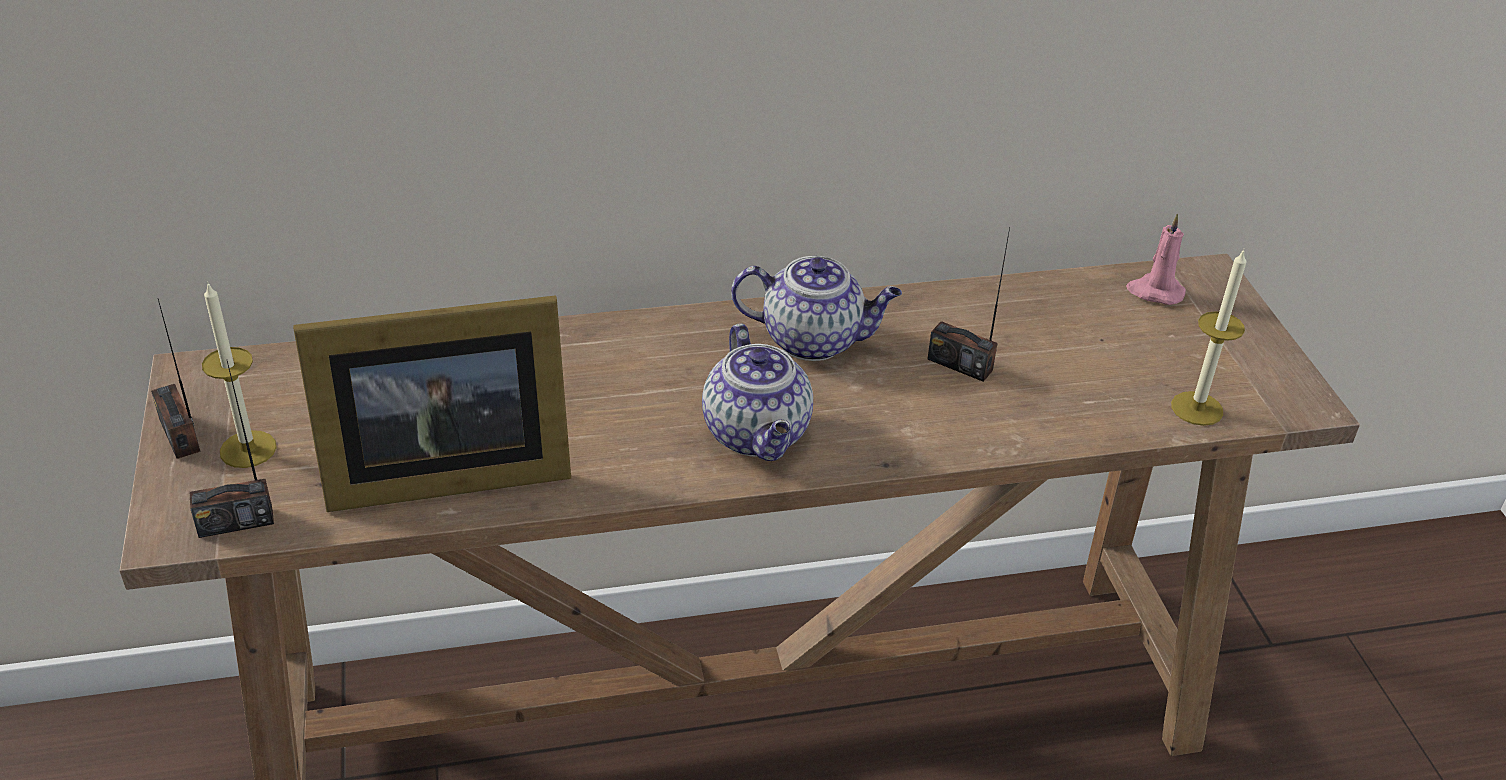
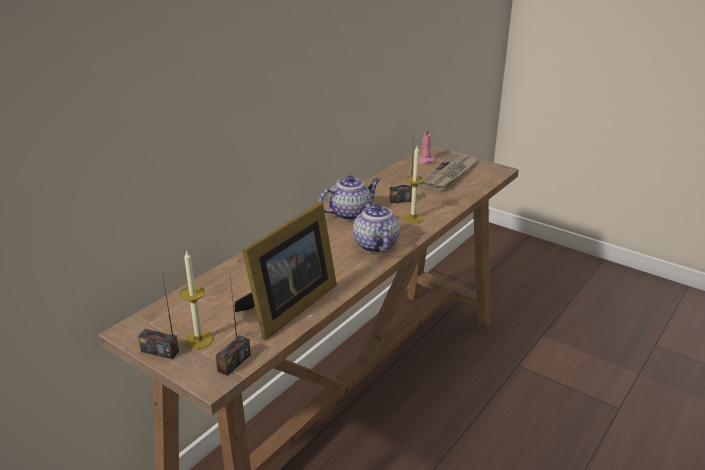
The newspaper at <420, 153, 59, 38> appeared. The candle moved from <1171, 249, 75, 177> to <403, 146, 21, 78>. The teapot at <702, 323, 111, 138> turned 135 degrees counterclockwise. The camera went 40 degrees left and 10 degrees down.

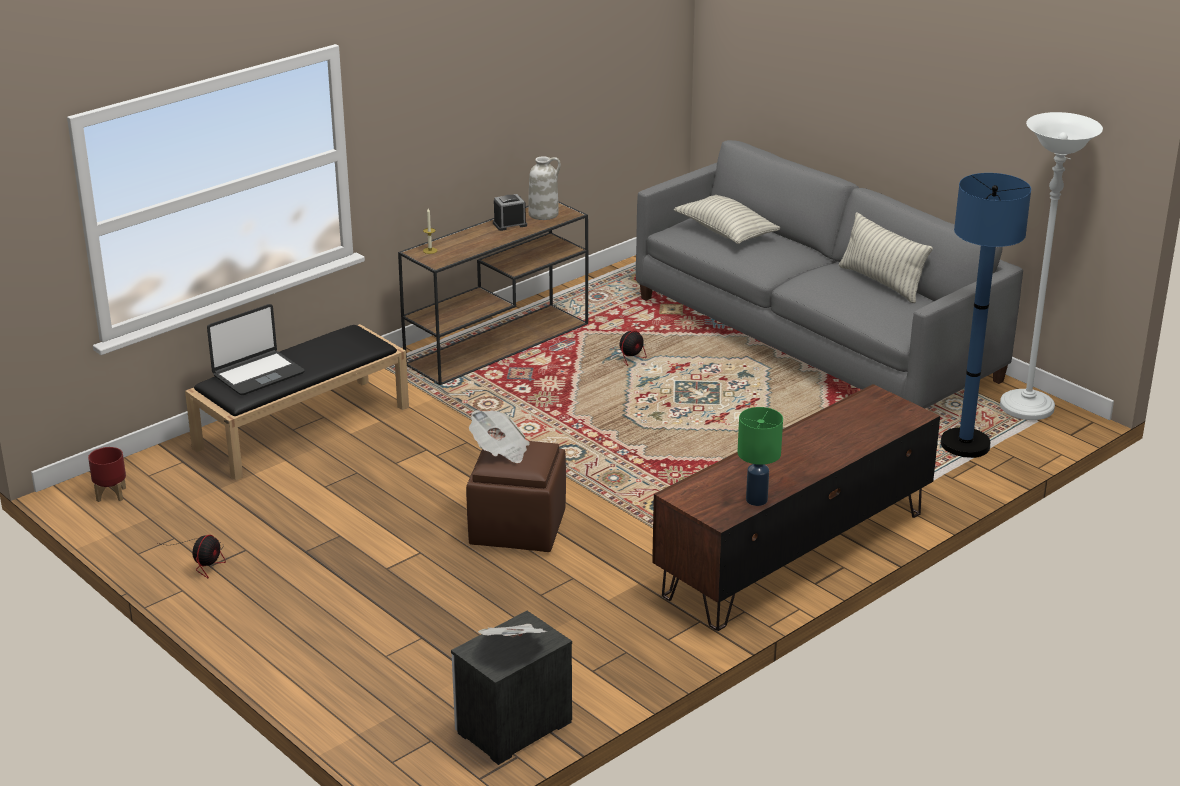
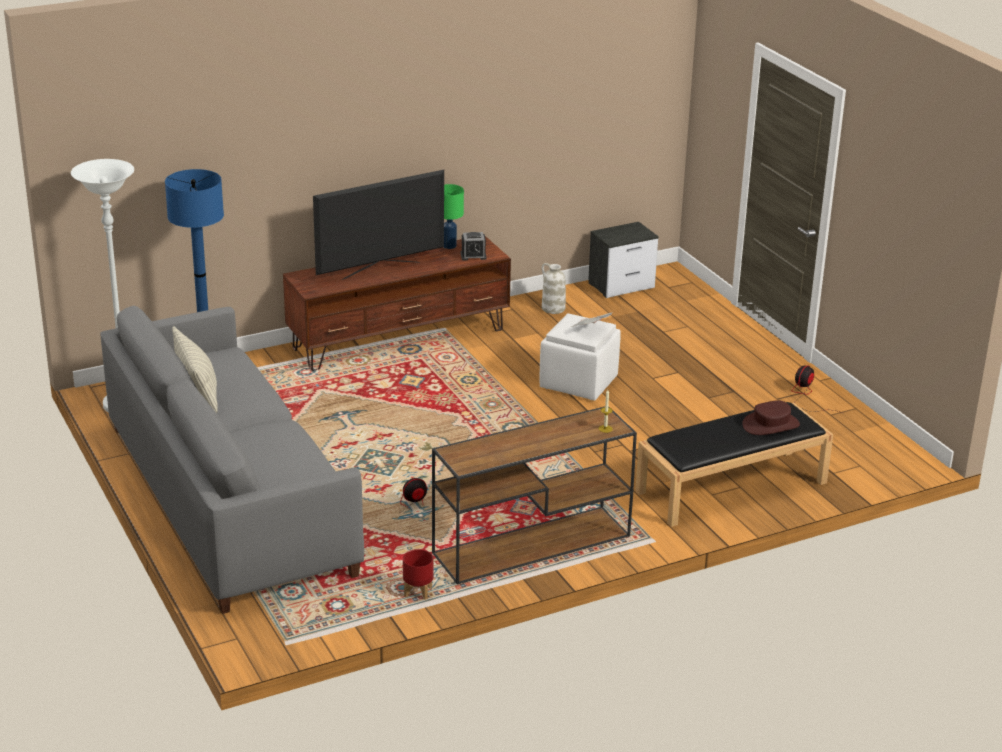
The newspaper at <478, 624, 69, 14> disappeared. The pillow at <674, 195, 107, 49> disappeared. The television at <313, 170, 131, 110> appeared. The red planter moved from <88, 447, 38, 55> to <403, 549, 31, 51>. The alarm clock moved from <493, 194, 34, 37> to <461, 232, 26, 28>. The white vase moved from <528, 156, 33, 64> to <542, 263, 24, 51>. The laptop at <207, 304, 98, 91> was replaced by the brown hat at <742, 400, 58, 35>. The brown ottoman at <466, 441, 100, 111> became the white ottoman at <540, 313, 81, 88>. The camera went 165 degrees left and 0 degrees up.

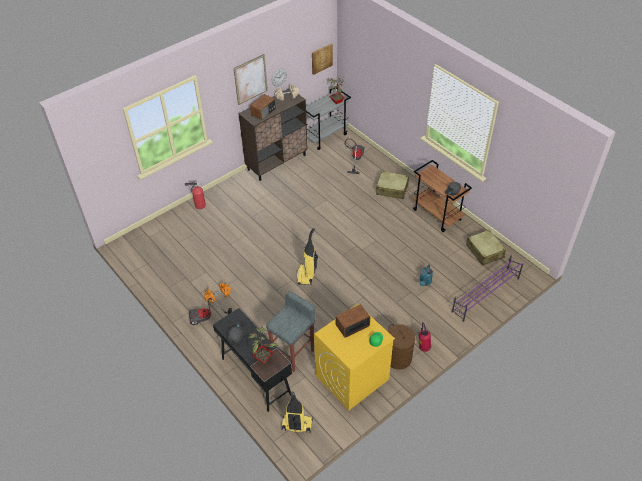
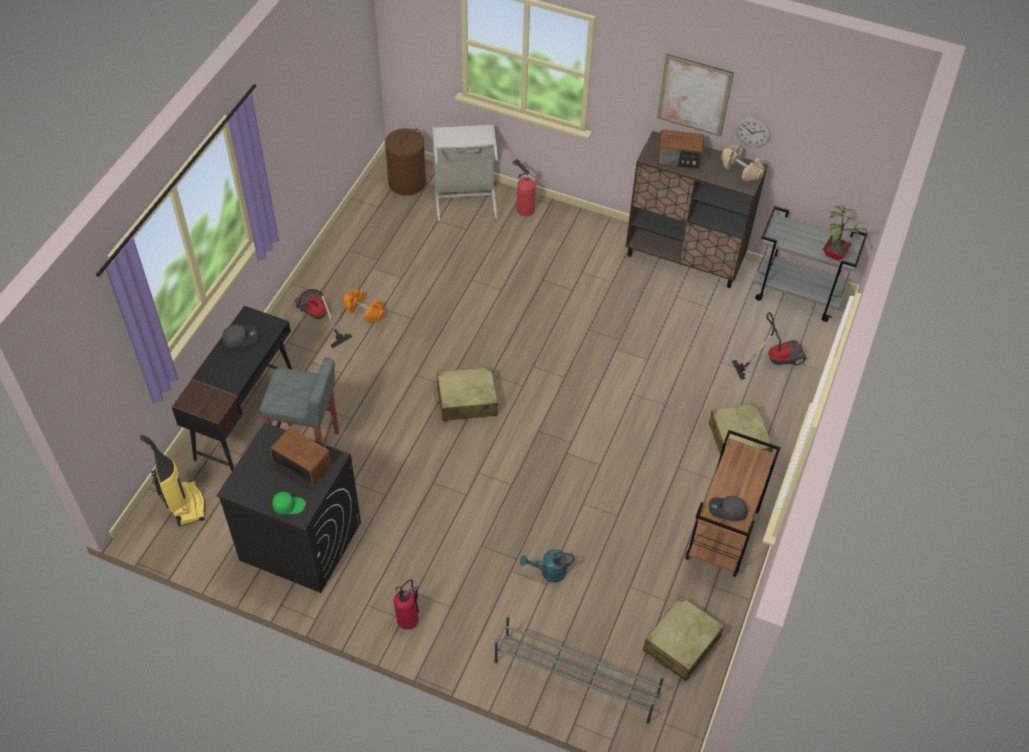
The potted plant at <247, 327, 32, 37> disappeared. The picture at <312, 43, 21, 32> disappeared. The grey laundry basket at <432, 124, 66, 97> appeared. The brown laundry basket moved from <388, 324, 27, 46> to <385, 128, 41, 68>. The vacuum cleaner at <297, 228, 21, 57> was replaced by the beige suitcase at <434, 367, 64, 54>. The yellow washing machine at <314, 304, 81, 106> became the black washing machine at <216, 422, 145, 171>. The purple shoe rack at <452, 255, 72, 67> became the grey shoe rack at <494, 615, 170, 109>. The camera went 60 degrees right and 5 degrees up.

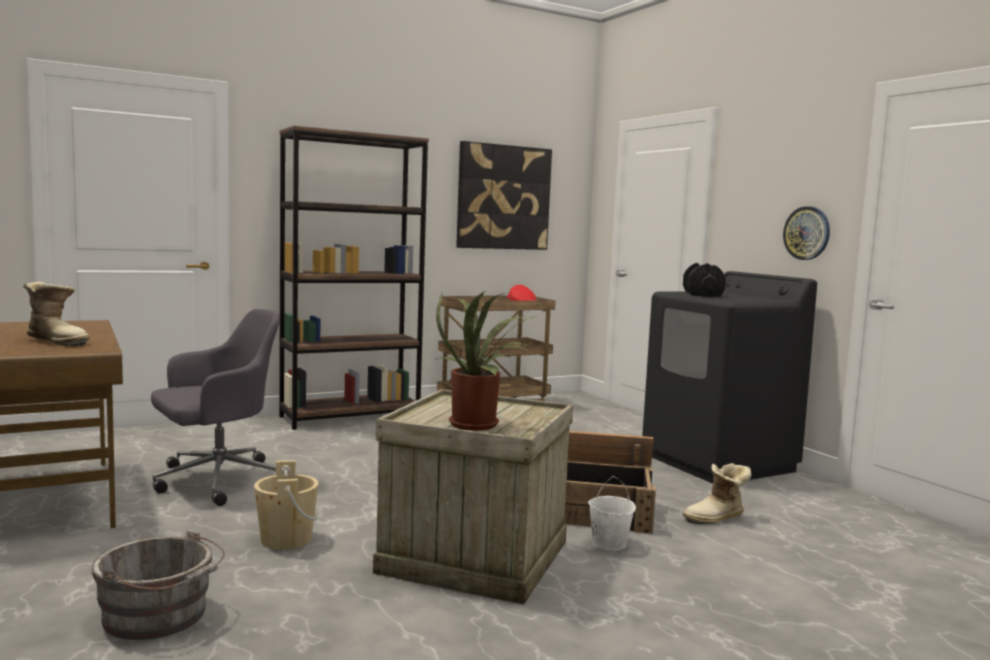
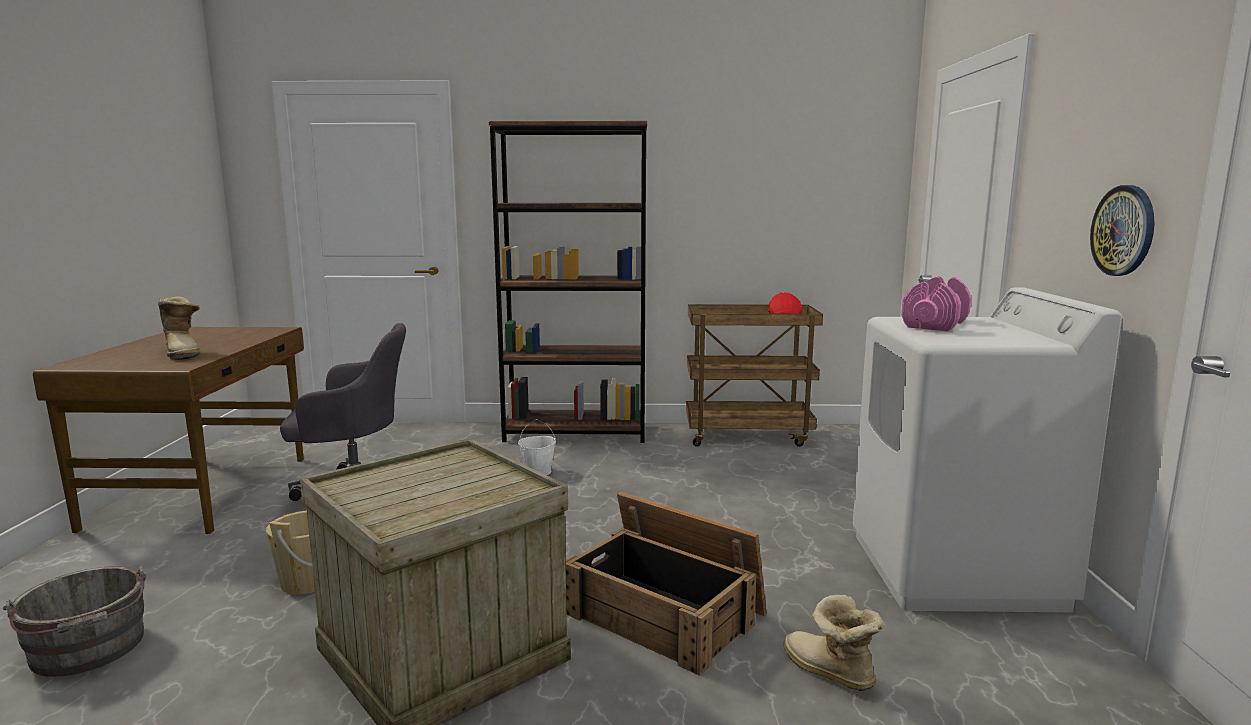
The potted plant at <435, 291, 99, 140> disappeared. The picture at <456, 141, 96, 109> disappeared. The white bucket moved from <588, 476, 48, 75> to <518, 419, 38, 56>. The black washing machine at <642, 271, 175, 213> became the white washing machine at <853, 287, 269, 325>. The black dumbbell at <683, 263, 43, 34> became the pink dumbbell at <901, 276, 70, 55>. The boot at <682, 463, 70, 61> turned 45 degrees clockwise. The camera went 30 degrees right and 5 degrees up.

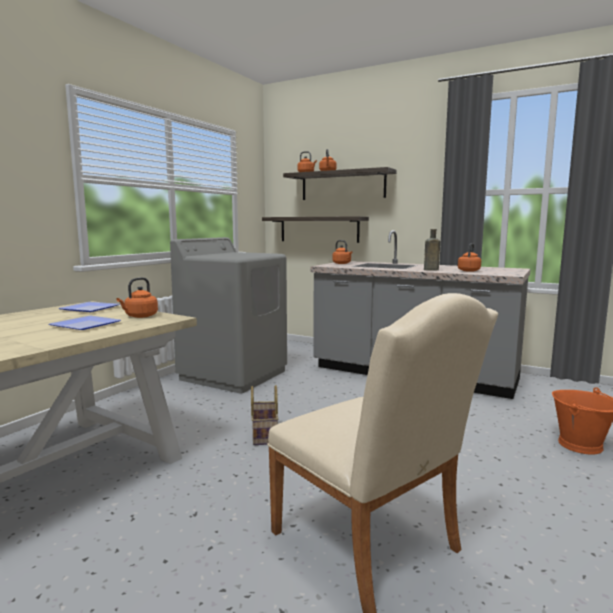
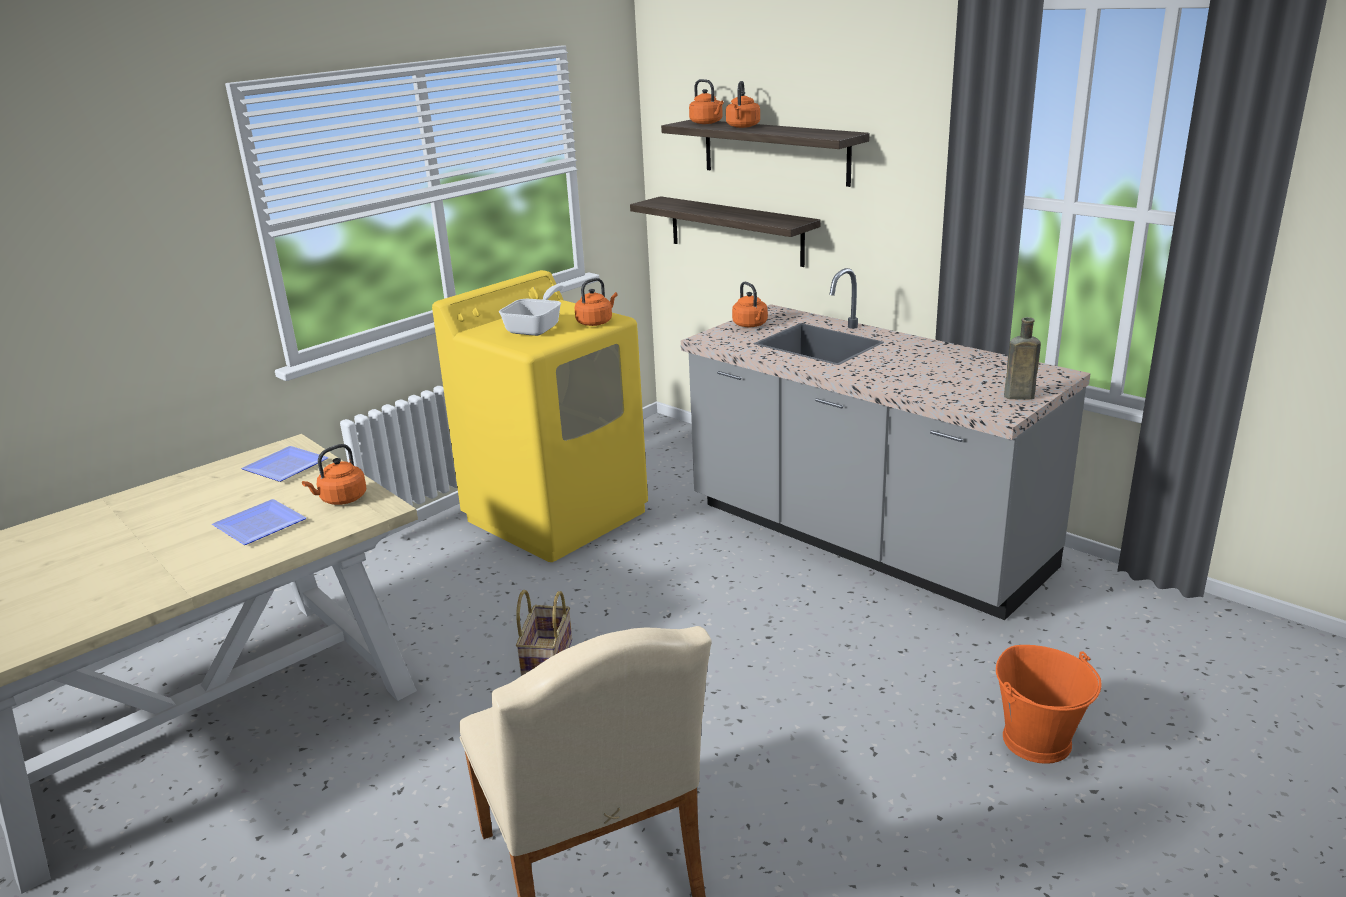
The frying pan at <499, 285, 65, 51> appeared. The brown bottle moved from <424, 229, 16, 41> to <1004, 317, 37, 82>. The orange kettle moved from <458, 243, 23, 29> to <575, 278, 42, 48>. The grey washing machine at <170, 237, 117, 157> became the yellow washing machine at <432, 270, 216, 292>. The camera went 15 degrees right and 15 degrees up.

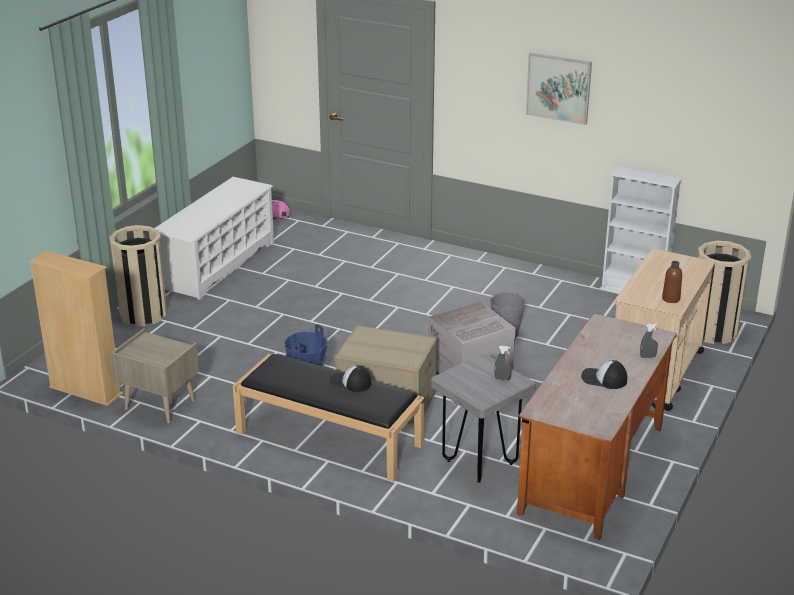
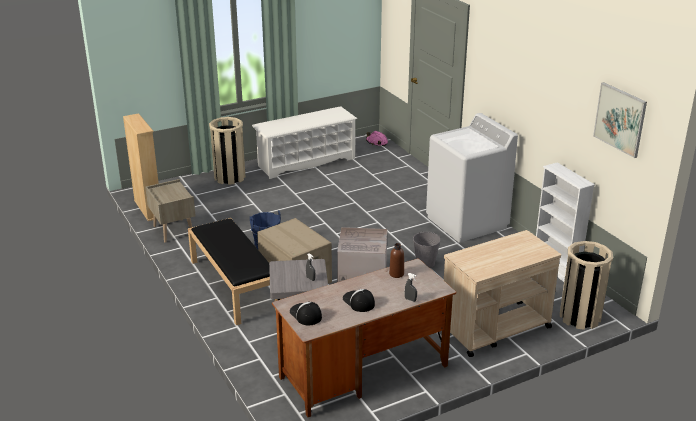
The white washing machine at <426, 113, 92, 130> appeared. The cap moved from <329, 365, 42, 27> to <290, 302, 32, 23>. The picture moved from <526, 53, 66, 72> to <593, 82, 54, 76>. The brown bottle moved from <662, 261, 20, 42> to <389, 243, 15, 35>. The camera went 35 degrees right and 0 degrees up.

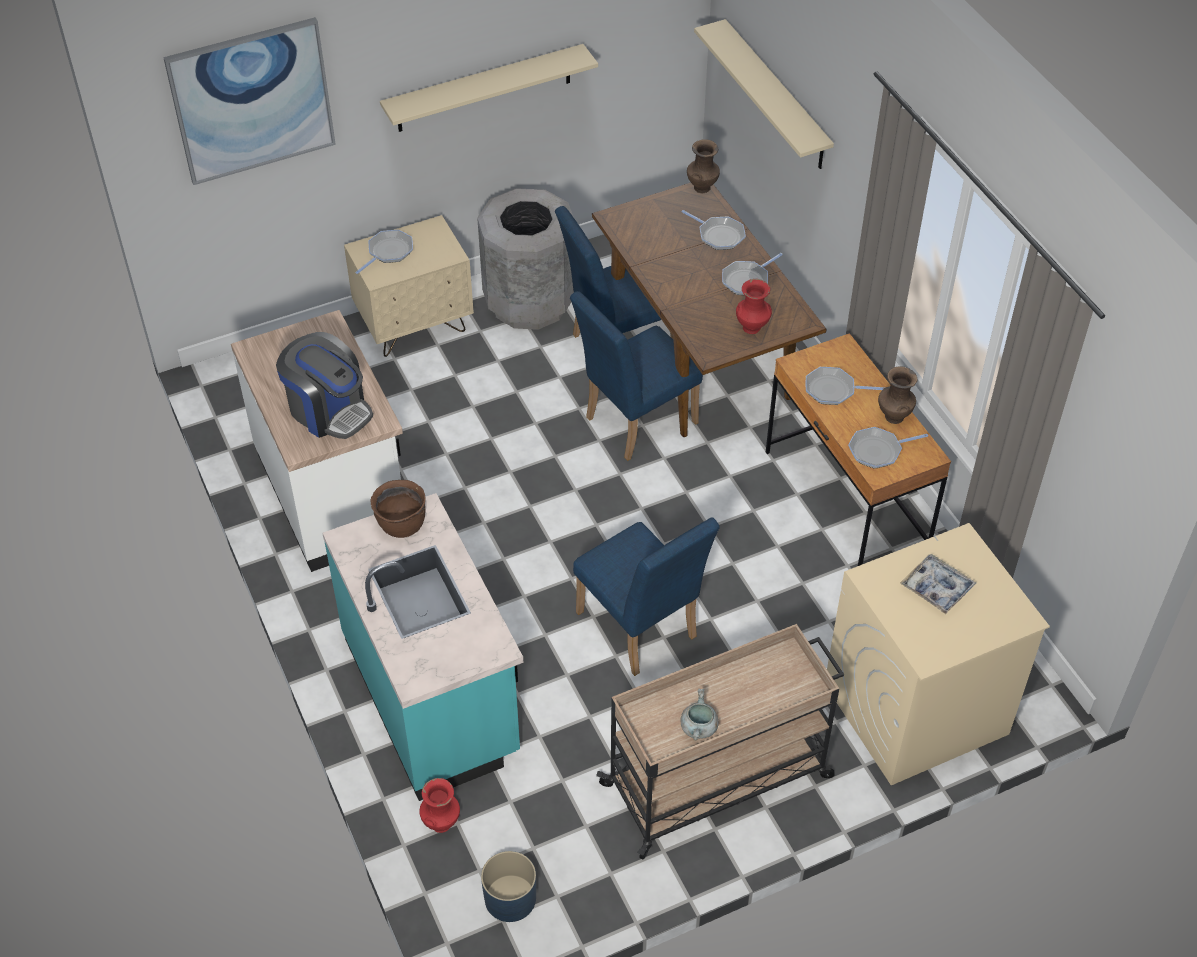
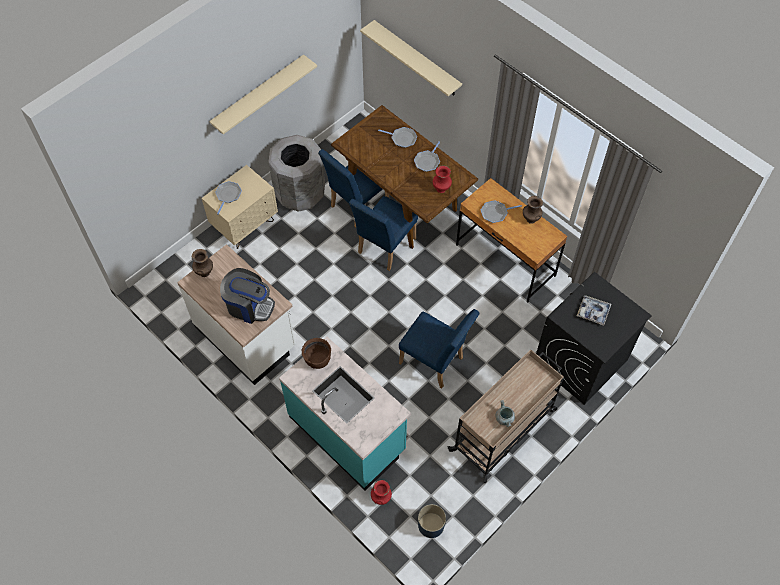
The picture at <163, 17, 173, 168> disappeared. The frying pan at <848, 427, 80, 42> disappeared. The brown vase moved from <687, 139, 33, 54> to <192, 249, 21, 28>. The beige washing machine at <827, 523, 223, 262> became the black washing machine at <536, 272, 116, 133>. The camera went 20 degrees left and 10 degrees up.

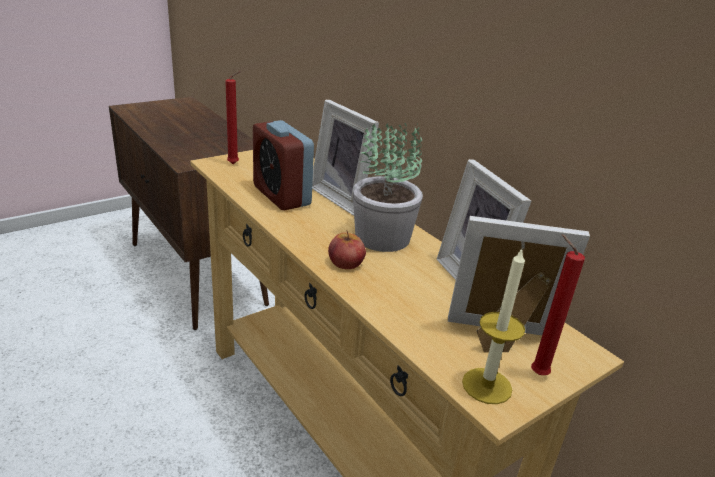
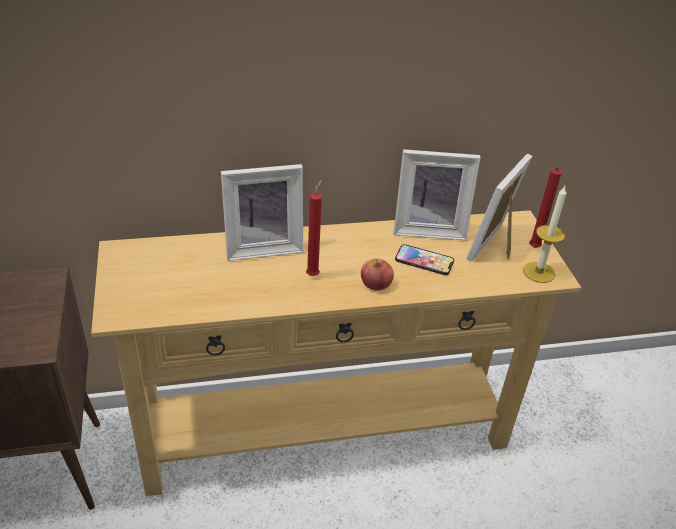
The alarm clock at <253, 120, 61, 90> disappeared. The potted plant at <353, 123, 70, 129> disappeared. The phone at <395, 244, 59, 31> appeared. The red candle moved from <225, 71, 16, 93> to <306, 180, 16, 96>. The camera went 65 degrees left and 10 degrees up.

